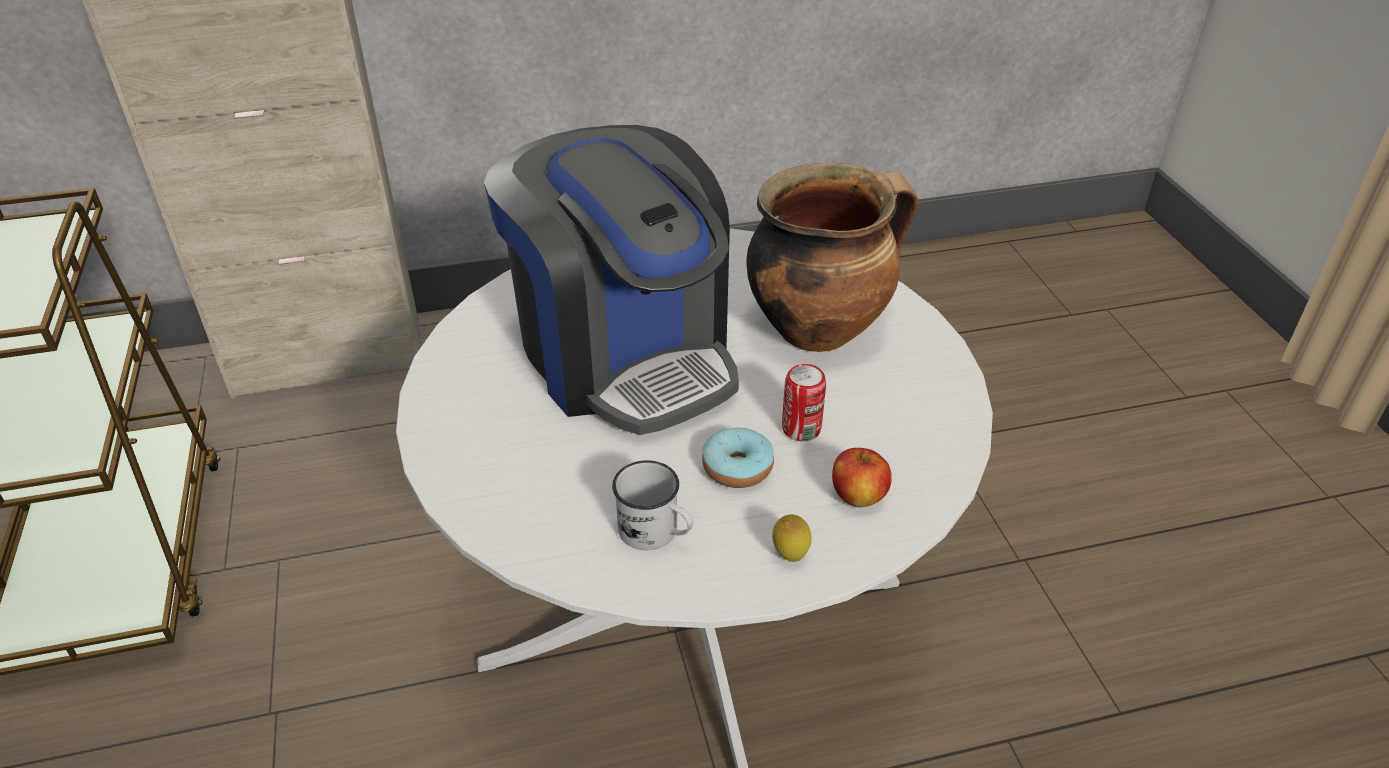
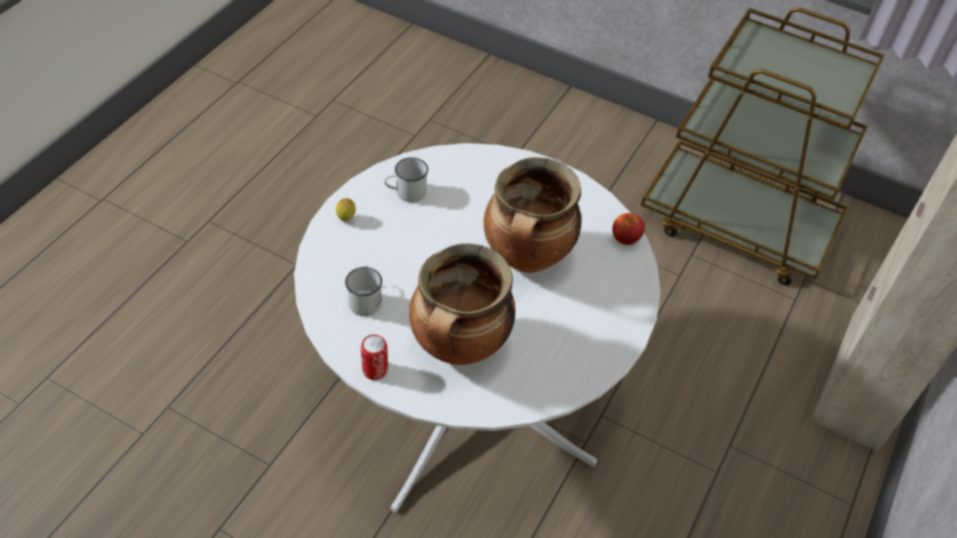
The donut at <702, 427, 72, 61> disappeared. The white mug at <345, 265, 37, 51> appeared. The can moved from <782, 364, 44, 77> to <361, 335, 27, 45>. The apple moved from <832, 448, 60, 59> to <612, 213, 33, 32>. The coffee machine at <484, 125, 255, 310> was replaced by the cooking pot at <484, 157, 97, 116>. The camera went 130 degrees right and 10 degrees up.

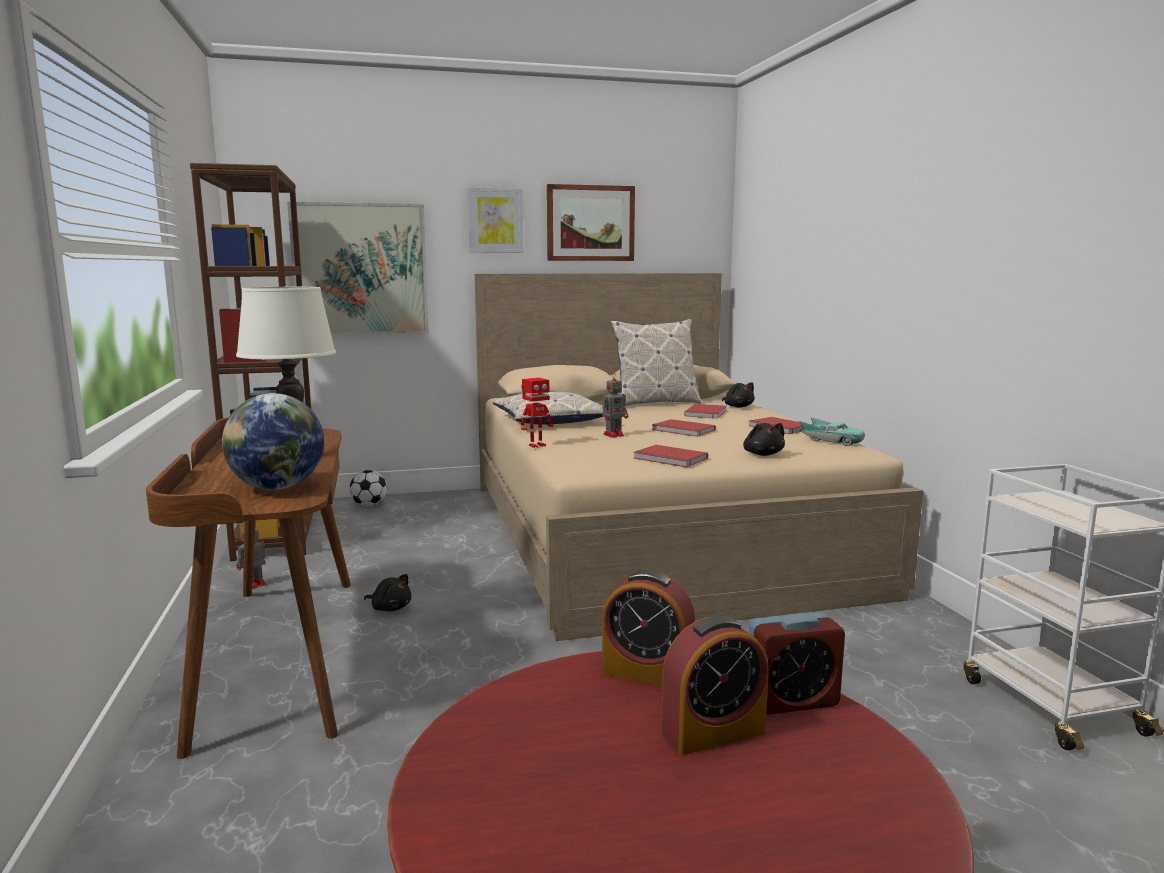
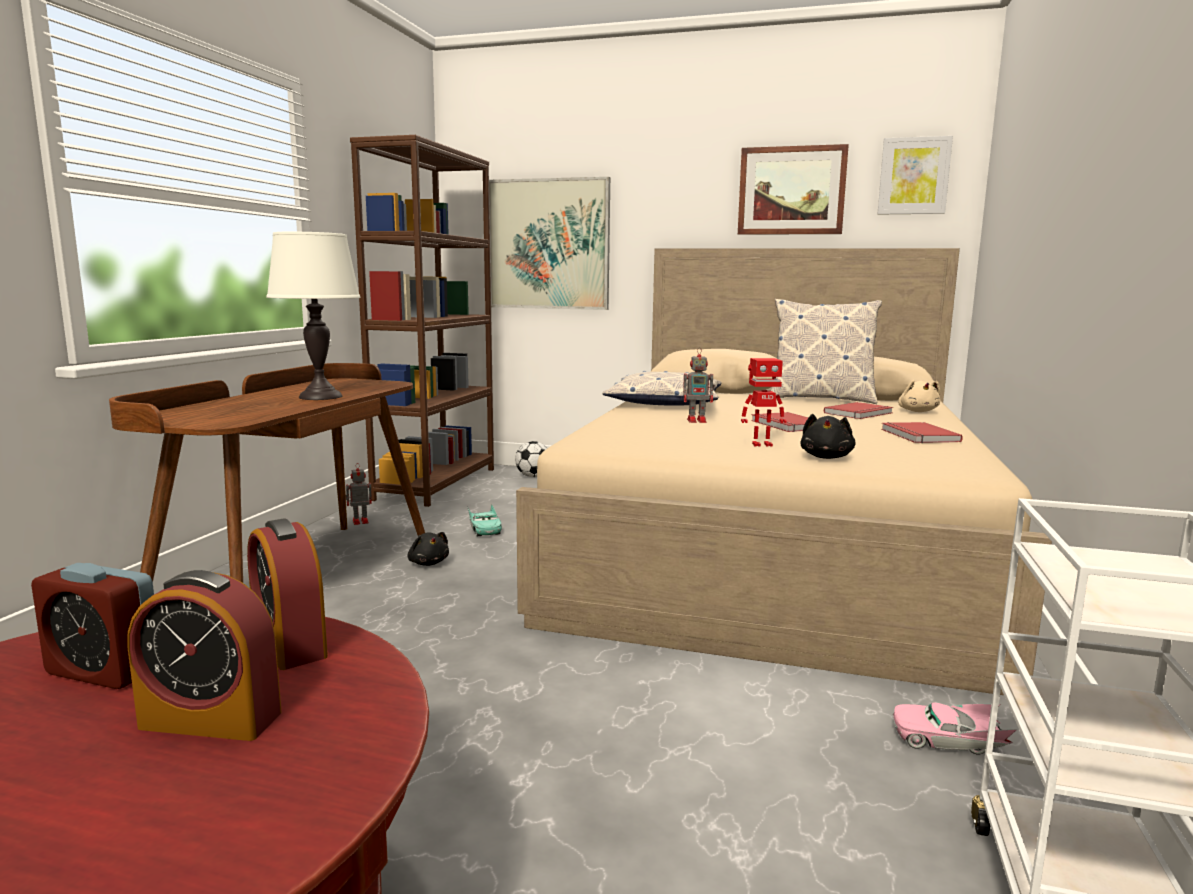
The globe at <222, 393, 102, 97> disappeared. The red book at <634, 445, 74, 22> disappeared. The pink toy car at <893, 703, 124, 52> appeared. The picture moved from <467, 187, 56, 66> to <878, 136, 75, 78>. The toy robot moved from <521, 378, 33, 70> to <741, 358, 46, 89>. The alarm clock moved from <749, 613, 96, 102> to <31, 563, 123, 126>. The turquoise toy car moved from <799, 417, 66, 29> to <467, 504, 35, 32>. The black plush toy at <722, 382, 33, 26> became the beige plush toy at <898, 380, 42, 32>. The camera went 30 degrees right and 0 degrees up.

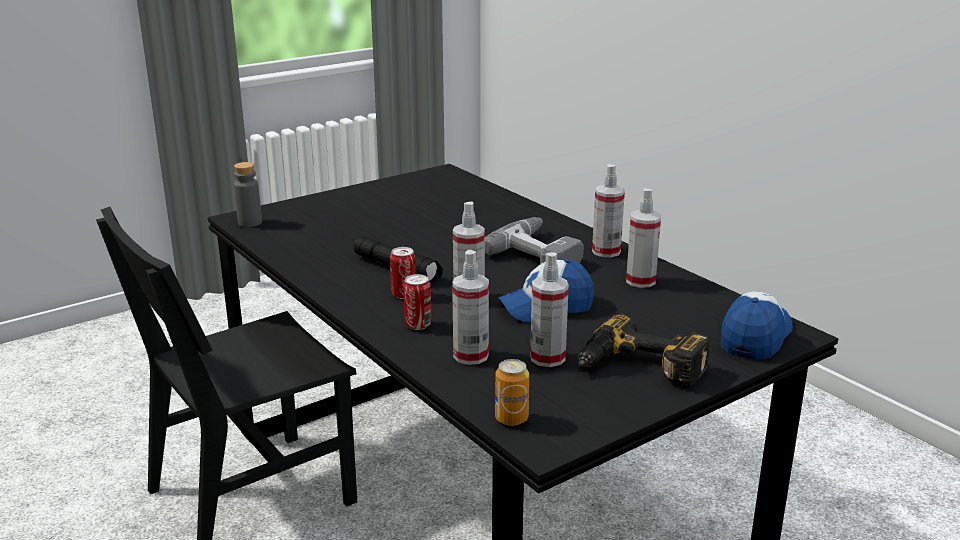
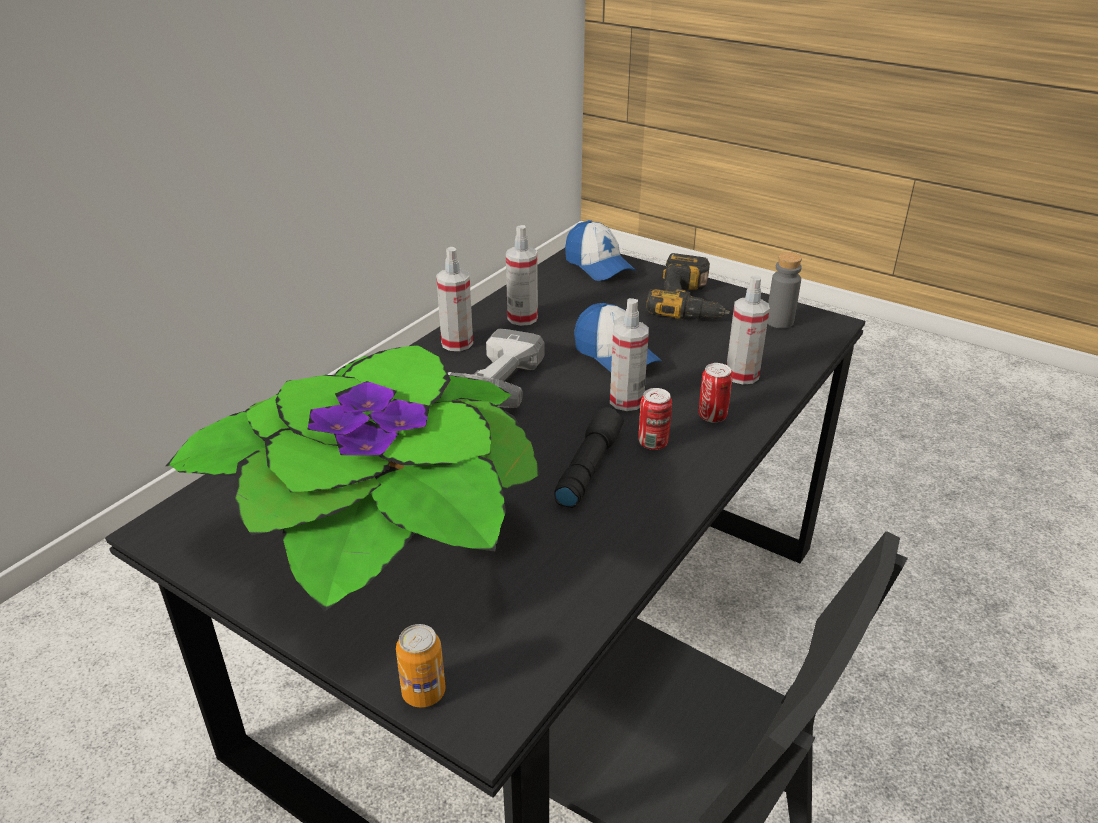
The spray bottle at <530, 253, 39, 114> disappeared. The potted plant at <166, 345, 374, 266> appeared. The grey bottle moved from <234, 162, 28, 65> to <767, 252, 35, 77>. The can moved from <495, 359, 34, 67> to <396, 624, 50, 84>. The cap at <720, 291, 73, 69> turned 135 degrees counterclockwise. The camera went 110 degrees left and 10 degrees up.

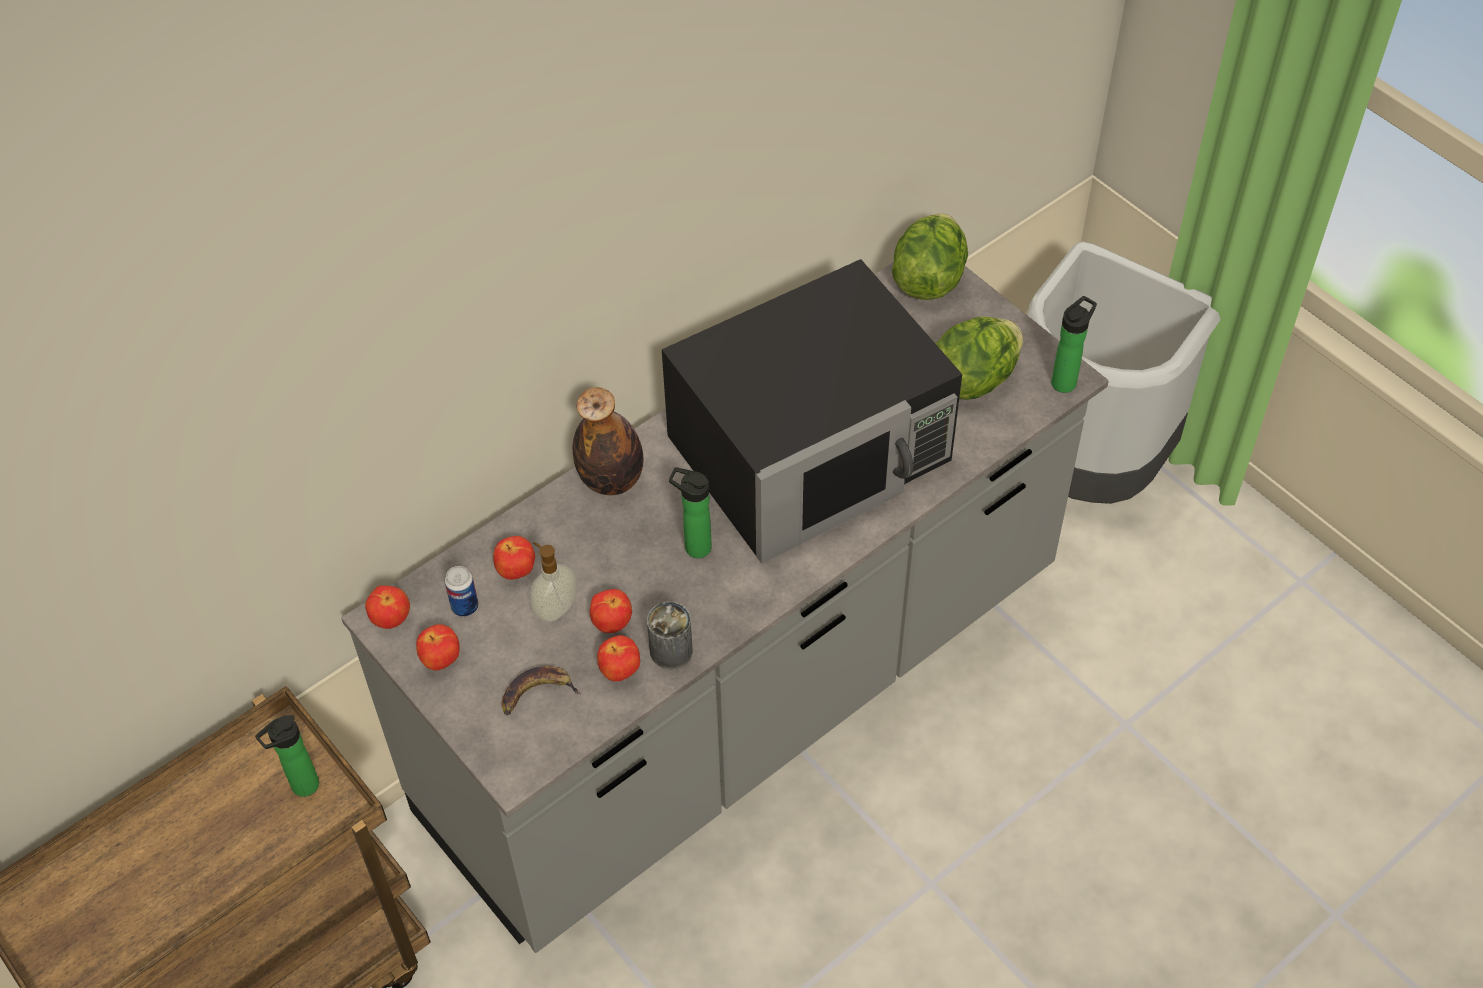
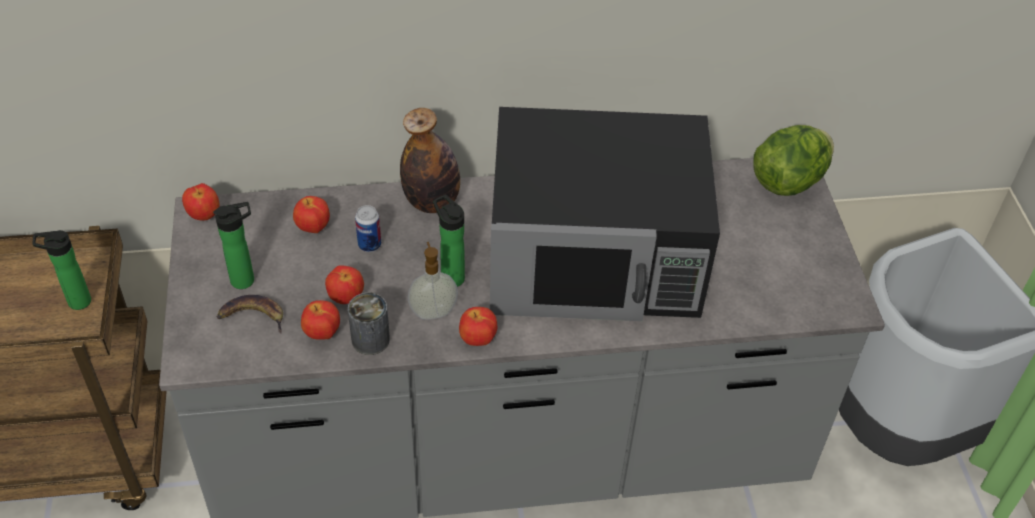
The lettuce at <935, 316, 88, 84> disappeared. The apple moved from <416, 624, 44, 46> to <459, 307, 38, 39>. The can moved from <445, 566, 33, 51> to <355, 205, 26, 47>. The soap dispenser moved from <530, 542, 48, 80> to <408, 242, 50, 78>. The bottle moved from <1051, 296, 46, 97> to <213, 202, 41, 87>. The camera went 30 degrees right and 5 degrees down.

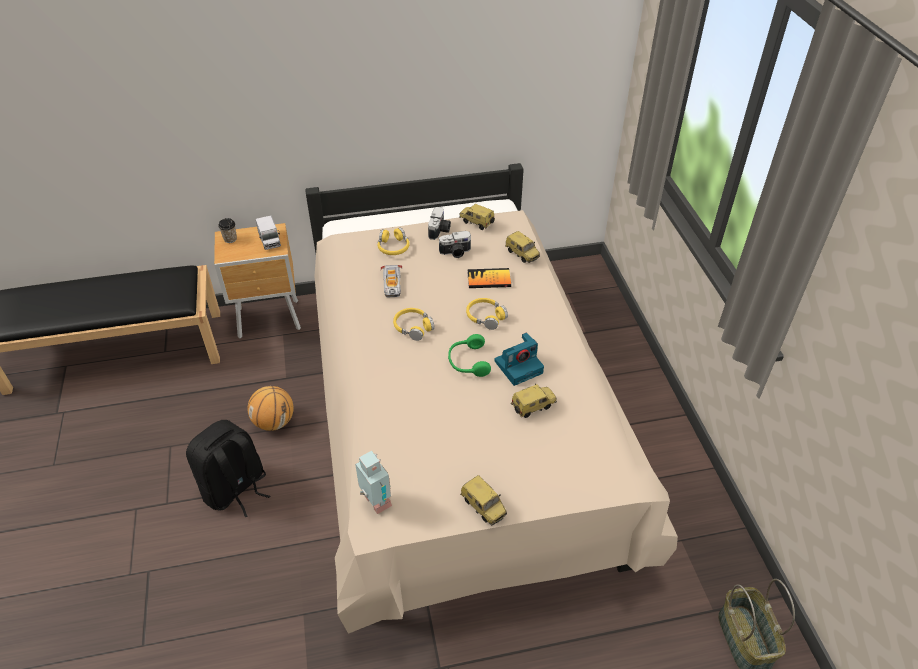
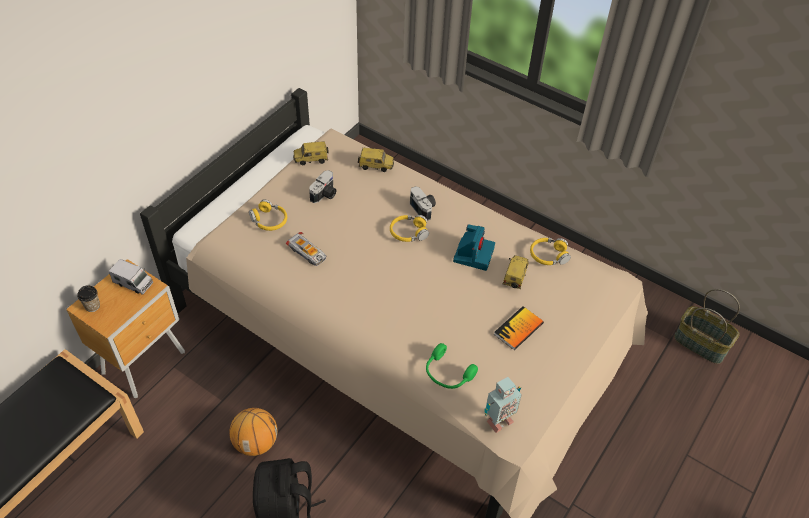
The toy car at <460, 475, 47, 50> disappeared. The yellow headphones moved from <393, 308, 42, 33> to <530, 238, 41, 27>. The photo camera moved from <428, 207, 23, 33> to <410, 186, 26, 35>. The green headphones moved from <448, 334, 43, 43> to <426, 343, 52, 46>. The book moved from <467, 268, 44, 20> to <494, 306, 50, 44>. The toy robot at <355, 451, 37, 63> turned 135 degrees clockwise. The camera went 45 degrees left and 5 degrees up.

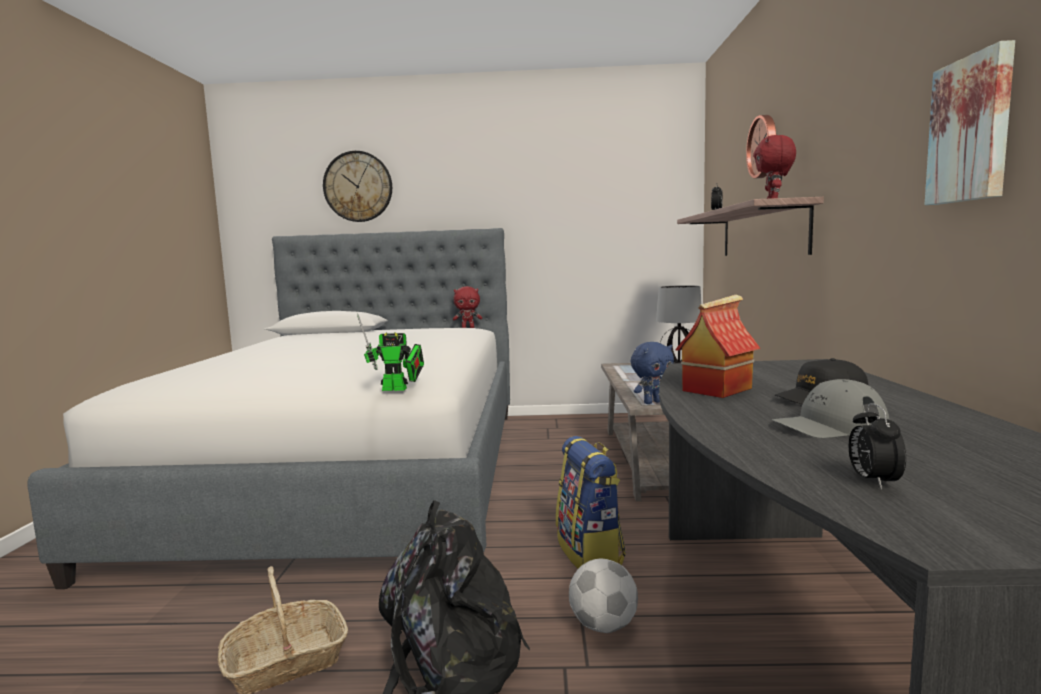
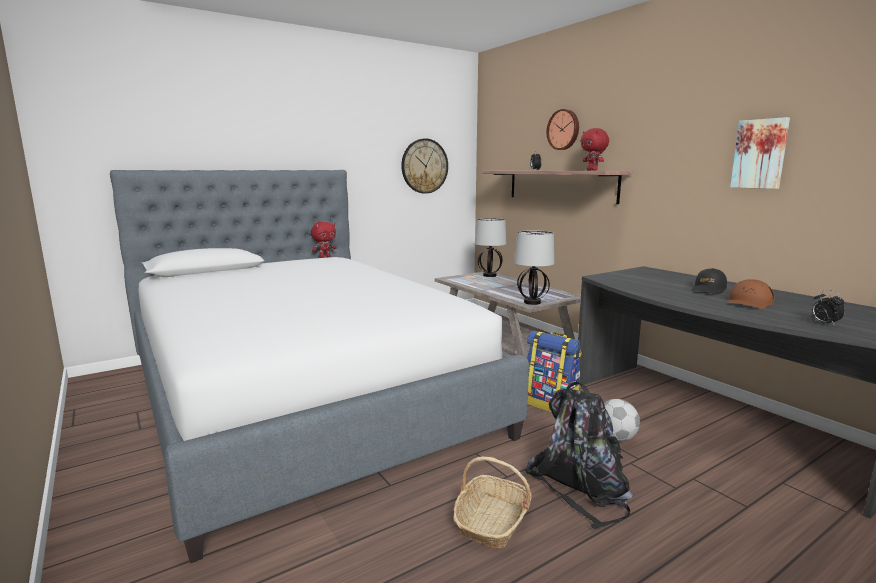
The toy robot at <357, 314, 67, 77> disappeared. The toy house at <675, 294, 85, 104> disappeared. The wall clock moved from <323, 151, 69, 71> to <401, 138, 47, 56>. The blue plush toy at <631, 342, 43, 62> was replaced by the table lamp at <514, 230, 41, 75>. The grey cap at <772, 379, 117, 59> became the brown cap at <727, 279, 47, 30>. The camera went 35 degrees left and 5 degrees up.

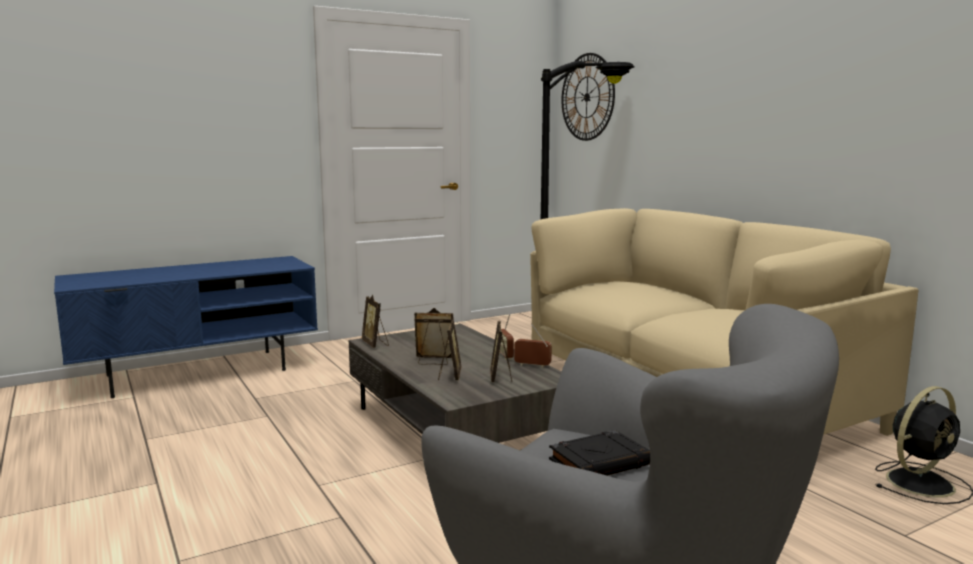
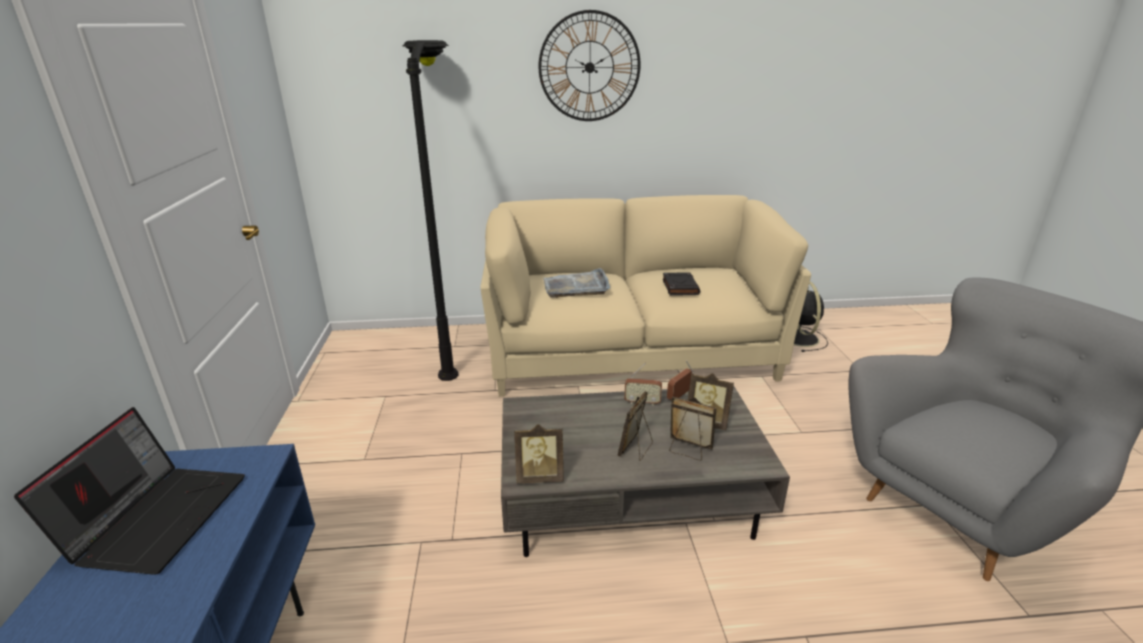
The laptop at <14, 407, 231, 168> appeared. The grey tray at <543, 268, 67, 30> appeared. The black book moved from <549, 430, 101, 46> to <663, 272, 37, 24>. The wall clock moved from <561, 53, 54, 88> to <539, 10, 101, 111>. The camera went 65 degrees left and 15 degrees up.

